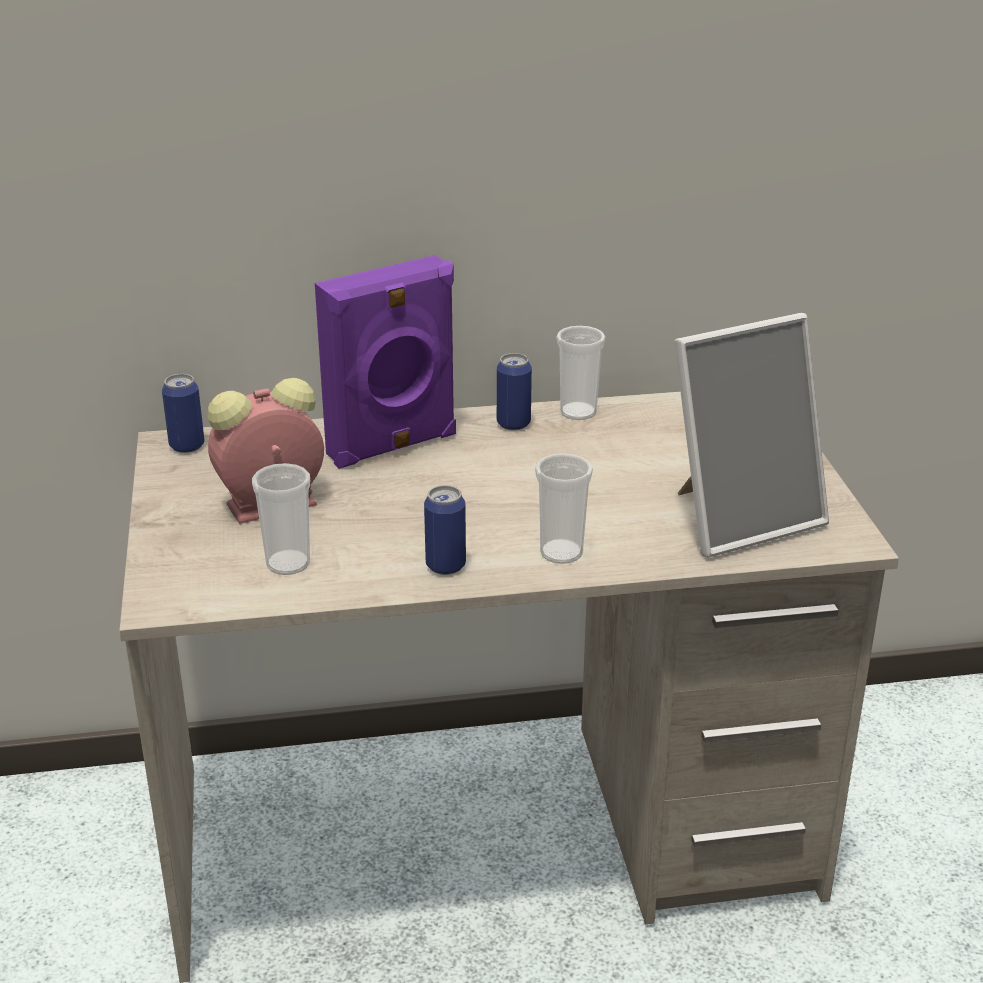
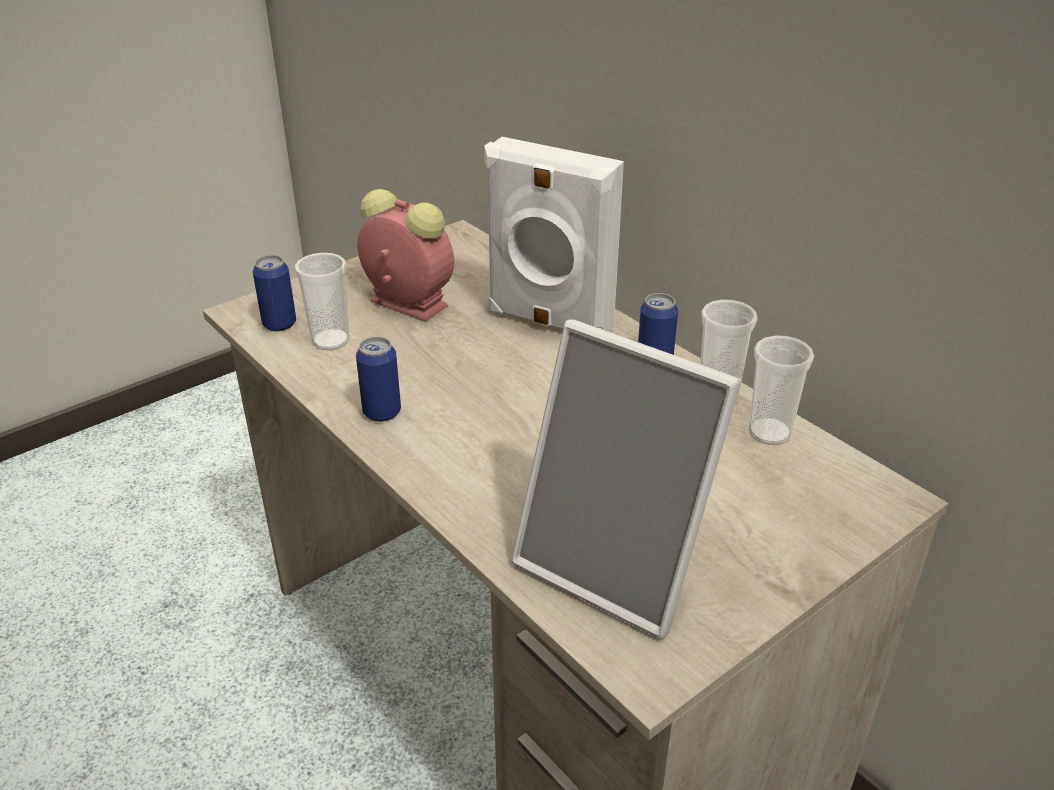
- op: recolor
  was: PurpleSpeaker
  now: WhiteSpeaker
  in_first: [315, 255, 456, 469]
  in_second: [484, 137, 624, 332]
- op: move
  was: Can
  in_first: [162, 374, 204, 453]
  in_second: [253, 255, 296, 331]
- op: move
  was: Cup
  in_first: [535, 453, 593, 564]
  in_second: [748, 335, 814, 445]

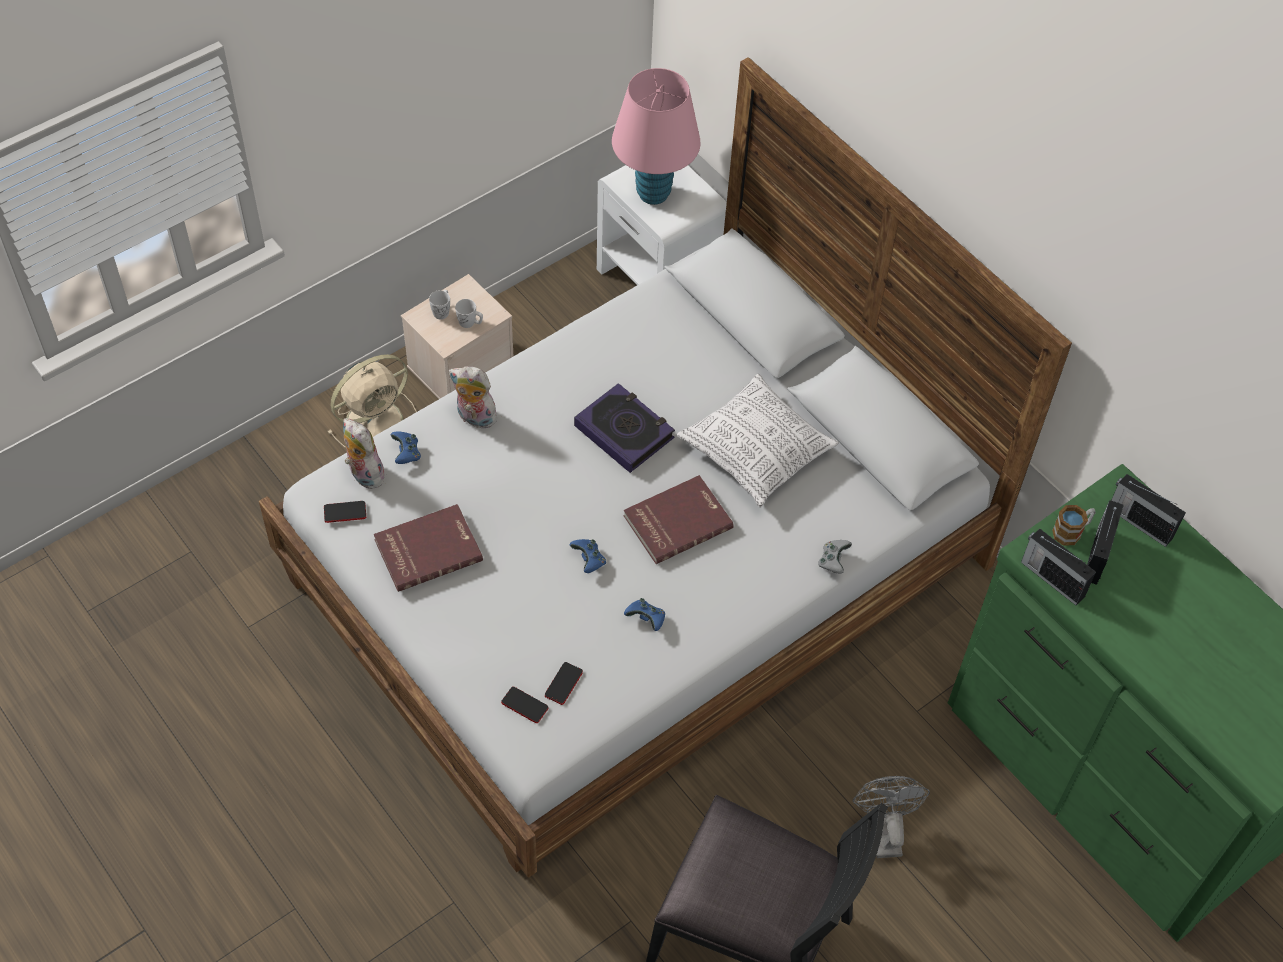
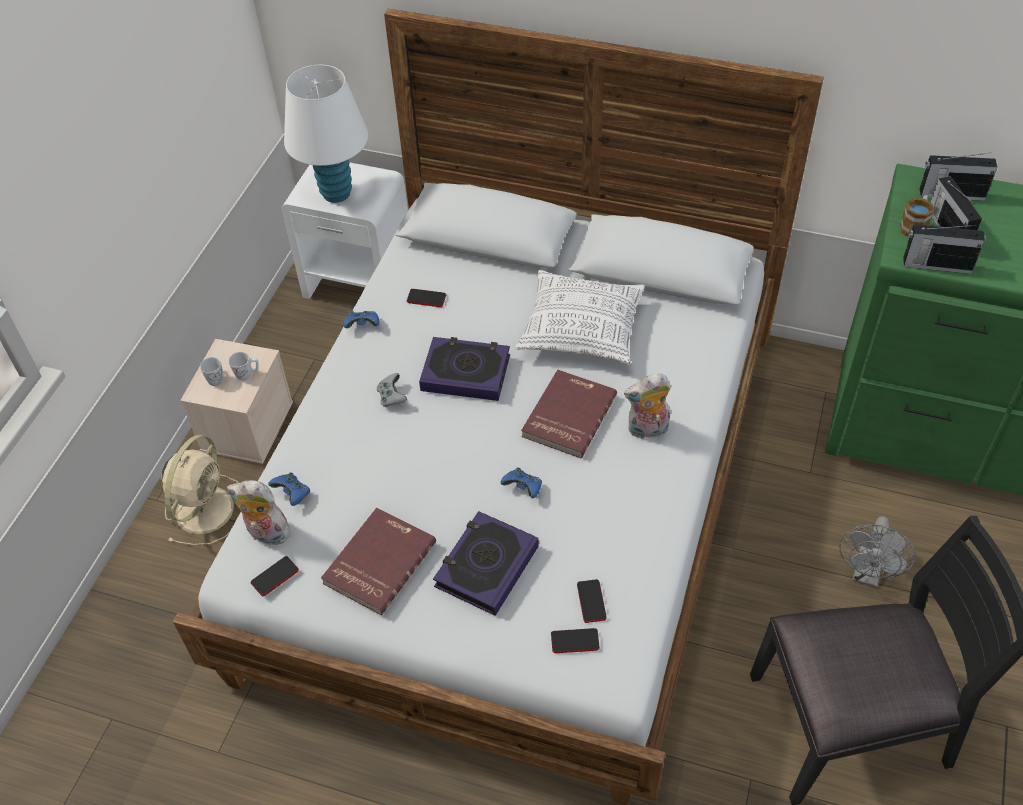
- op: recolor
  was: PinkTableLamp
  now: WhiteTableLamp
  in_first: [612, 68, 700, 205]
  in_second: [284, 65, 368, 203]
- op: move
  was: PlushToy
  in_first: [449, 366, 497, 428]
  in_second: [624, 373, 671, 439]
- op: move
  was: GreyGameController
  in_first: [818, 540, 852, 574]
  in_second: [377, 373, 407, 407]
- op: move
  was: BlueGameController
  in_first: [624, 598, 665, 631]
  in_second: [344, 311, 379, 328]
- op: rotate
  was: GreyFan
  in_first: [853, 776, 930, 858]
  in_second: [839, 516, 916, 588]
  clockwise: -120
- op: insert
  now: Phone
  in_second: [407, 289, 446, 307]
- op: insert
  now: Book
  in_second: [433, 511, 539, 616]

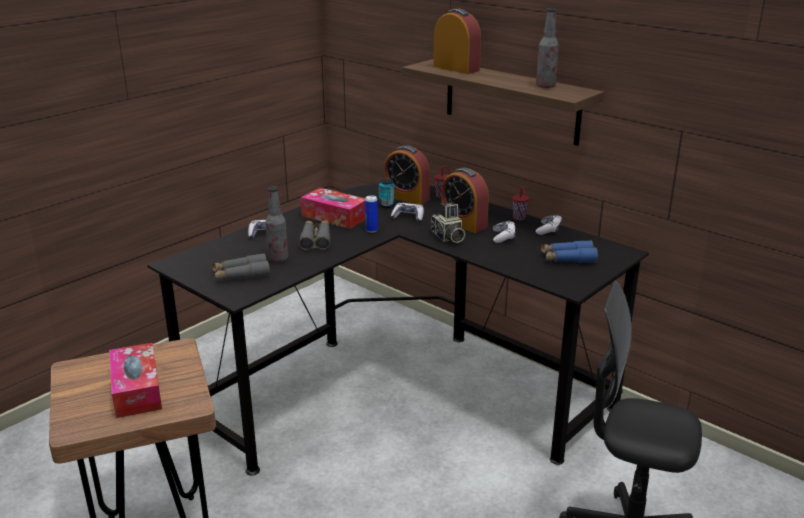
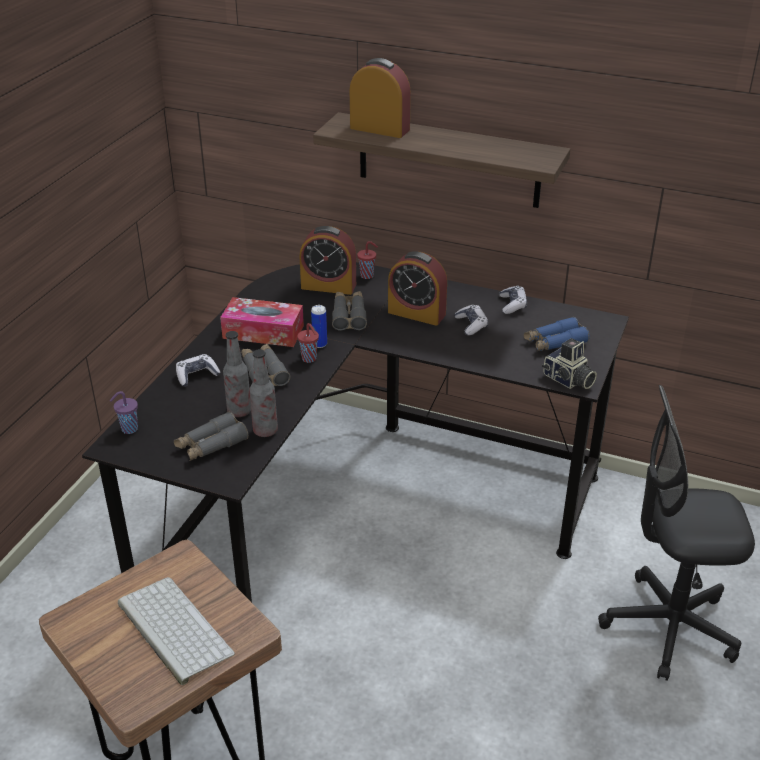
- op: move
  was: Bottle
  in_first: [536, 8, 559, 88]
  in_second: [250, 349, 278, 437]
- op: delete
  was: Can
  in_first: [379, 179, 395, 208]
- op: move
  was: RedCup
  in_first: [512, 187, 529, 220]
  in_second: [297, 323, 319, 363]
- op: move
  was: PhotoCamera
  in_first: [430, 202, 465, 243]
  in_second: [542, 338, 597, 389]
- op: replace
  was: GameController
  now: GreyBinoculars
  in_first: [391, 203, 424, 222]
  in_second: [332, 291, 367, 331]
- op: replace
  was: TissueBox
  now: Keyboard
  in_first: [109, 343, 162, 418]
  in_second: [118, 577, 235, 685]
- op: insert
  now: PurpleCup
  in_second: [110, 391, 138, 434]

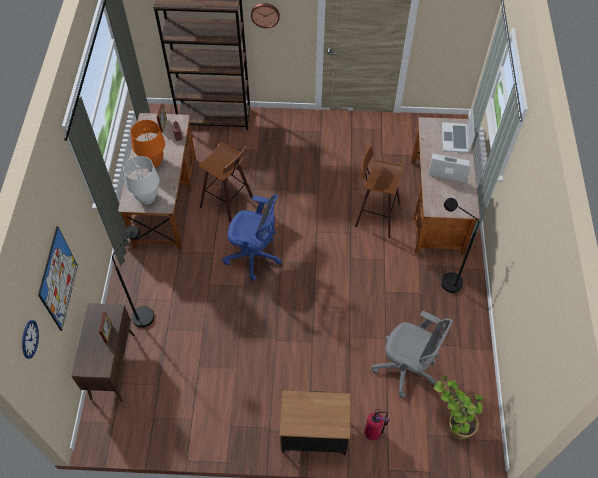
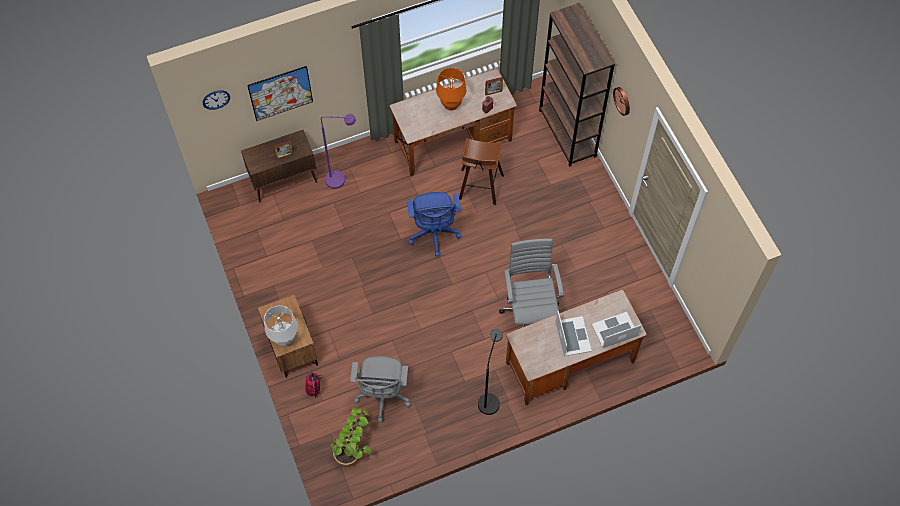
- op: replace
  was: Stool
  now: GreyOfficeChair
  in_first: [355, 146, 403, 238]
  in_second: [499, 239, 564, 328]
- op: move
  was: WhiteTableLamp
  in_first: [123, 156, 159, 205]
  in_second: [264, 305, 298, 346]
- op: recolor
  was: BlackFloorLamp
  now: PurpleFloorLamp
  in_first: [112, 225, 154, 328]
  in_second: [321, 114, 356, 189]

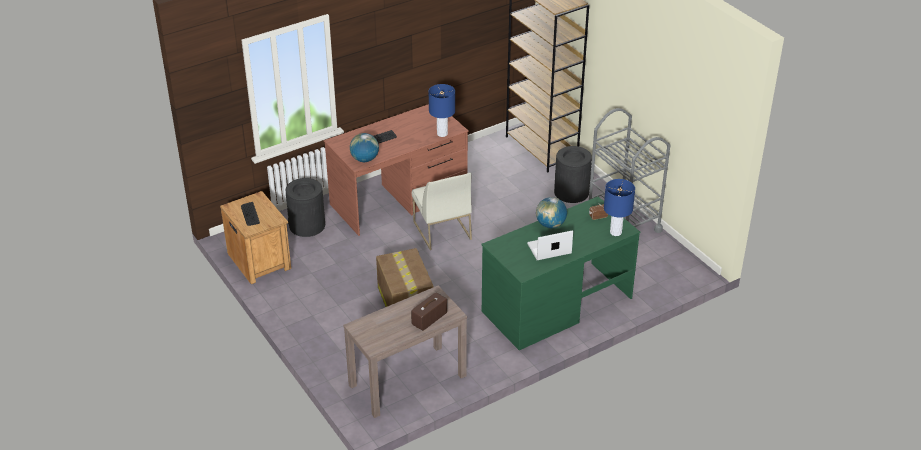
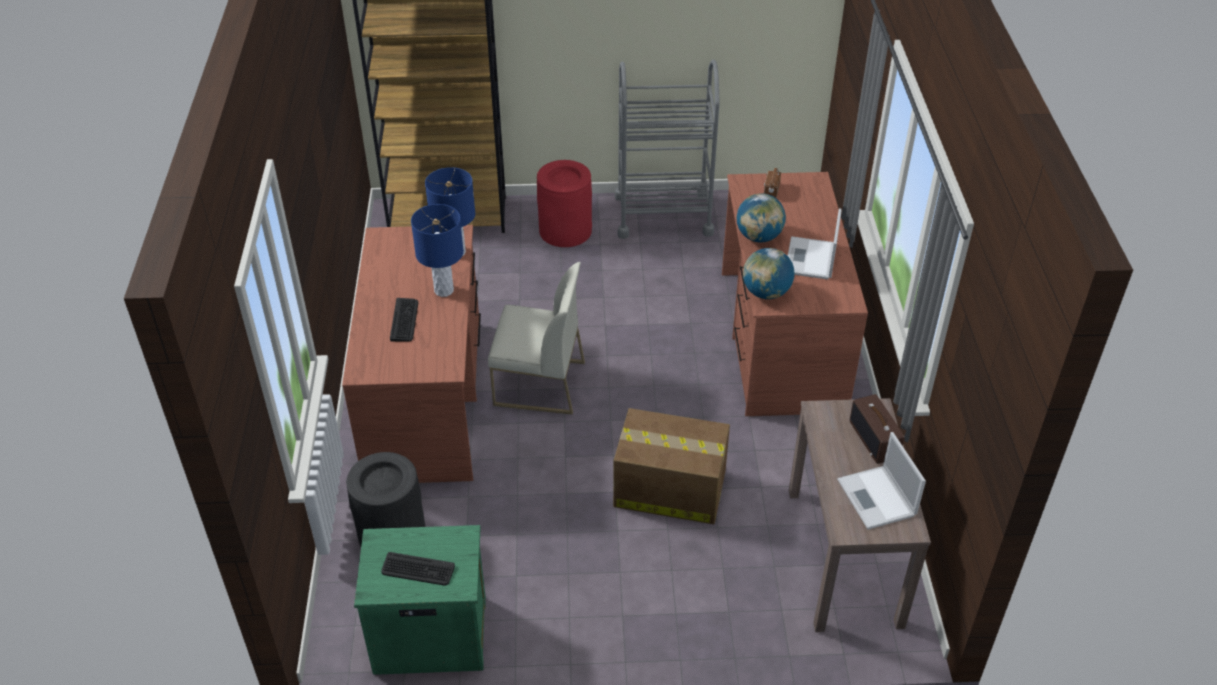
- op: move
  was: Globe
  in_first: [350, 133, 379, 162]
  in_second: [743, 248, 794, 299]
- op: recolor
  was: BlackTrashCan
  now: RedTrashCan
  in_first: [554, 146, 592, 203]
  in_second: [537, 160, 592, 247]
- op: move
  was: BlueTableLamp
  in_first: [604, 179, 635, 236]
  in_second: [411, 204, 464, 297]
- op: recolor
  was: BrownNightstand
  now: GreenNightstand
  in_first: [220, 191, 291, 284]
  in_second: [354, 525, 486, 675]
- op: recolor
  was: GreenDesk
  now: BrownDesk
  in_first: [481, 197, 640, 350]
  in_second: [722, 172, 868, 416]
- op: insert
  now: Laptop
  in_second: [837, 432, 926, 530]

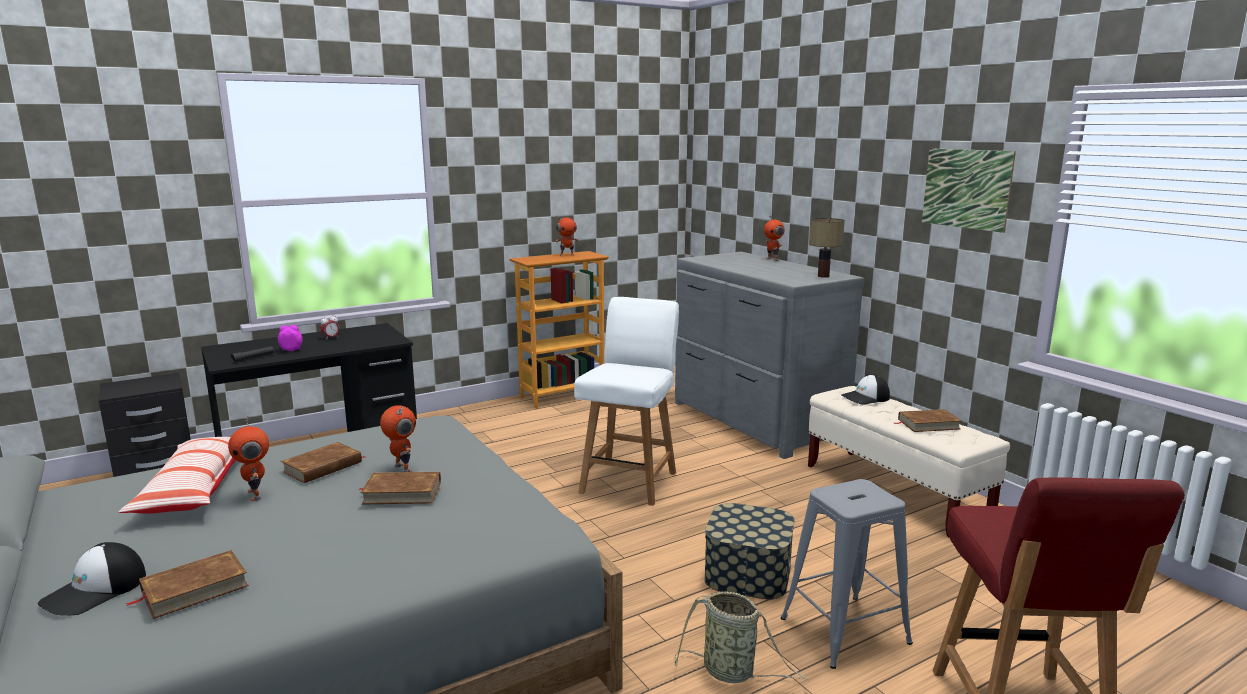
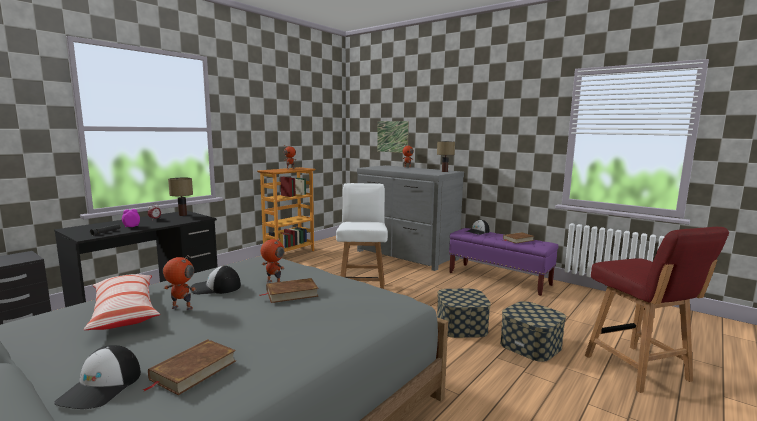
- op: move
  was: Picture
  in_first: [922, 148, 1016, 233]
  in_second: [377, 121, 409, 153]
- op: recolor
  was: BeigeBench
  now: PurpleBench
  in_first: [808, 386, 1010, 538]
  in_second: [449, 228, 558, 296]
- op: rotate
  was: ToyRobot
  in_first: [228, 416, 269, 501]
  in_second: [163, 255, 196, 310]
  clockwise: 150
- op: replace
  was: BrownBook
  now: Cap
  in_first: [281, 442, 365, 483]
  in_second: [190, 266, 241, 294]
- op: replace
  was: GreyStool
  now: StorageBox
  in_first: [781, 479, 913, 669]
  in_second: [500, 301, 566, 362]
- op: delete
  was: Basket
  in_first: [675, 592, 809, 683]
- op: insert
  now: TableLamp
  in_second: [168, 178, 193, 216]

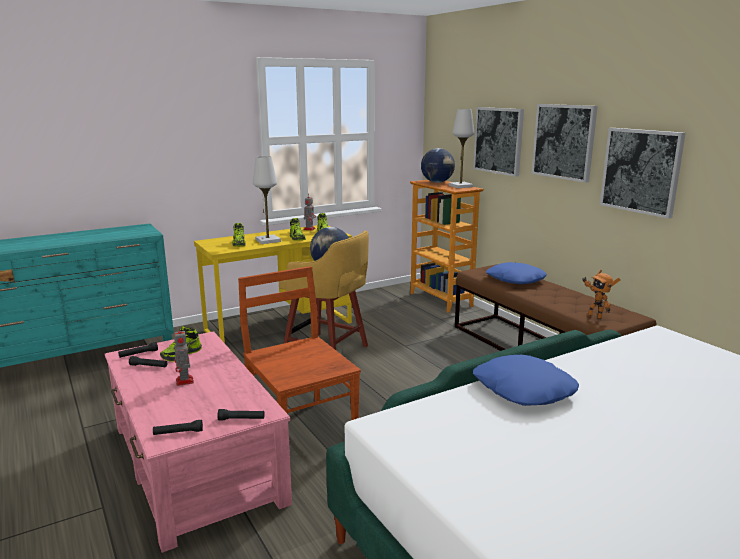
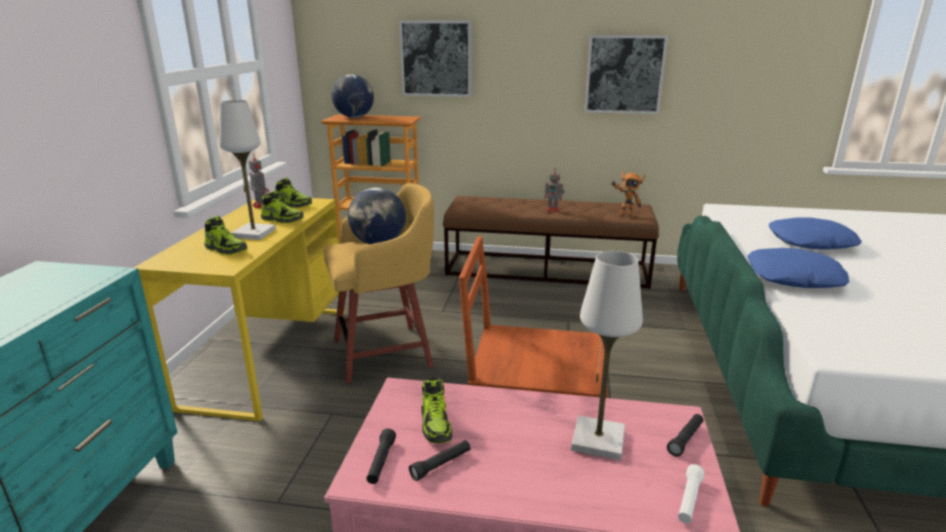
- op: delete
  was: Picture
  in_first: [531, 104, 598, 183]
- op: move
  was: WhiteTableLamp
  in_first: [449, 109, 474, 188]
  in_second: [571, 251, 643, 460]
- op: move
  was: BluePillow
  in_first: [486, 262, 547, 284]
  in_second: [769, 217, 862, 250]
- op: move
  was: ToyRobot
  in_first: [174, 328, 194, 386]
  in_second: [544, 168, 565, 212]
- op: recolor
  was: BlackFlashlight
  now: WhiteFlashlight
  in_first: [153, 420, 203, 435]
  in_second: [678, 464, 705, 524]

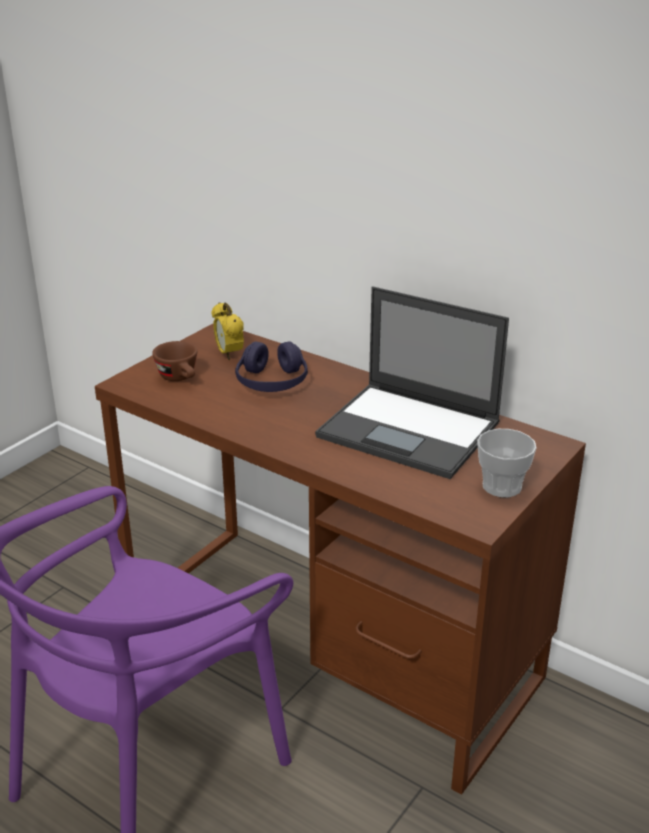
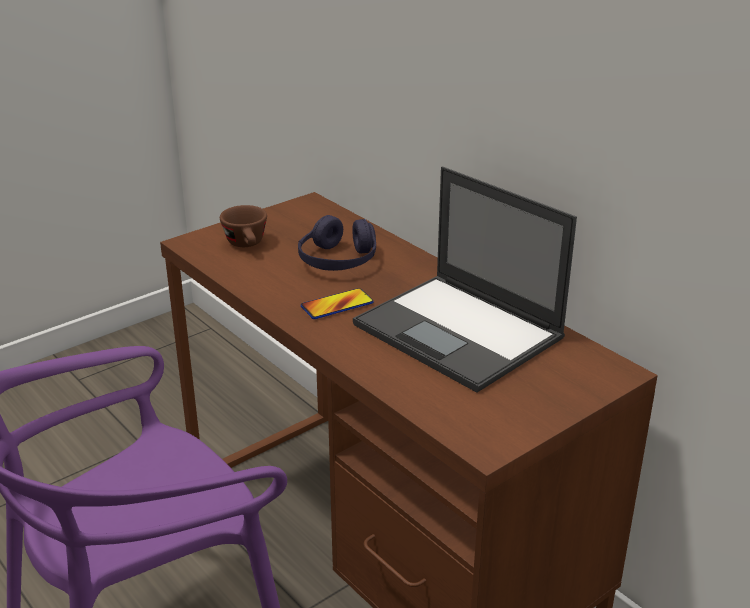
- op: delete
  was: AlarmClock
  in_first: [212, 302, 244, 360]
- op: delete
  was: Cup
  in_first: [477, 429, 537, 497]
- op: insert
  now: Phone
  in_second: [301, 288, 374, 319]

